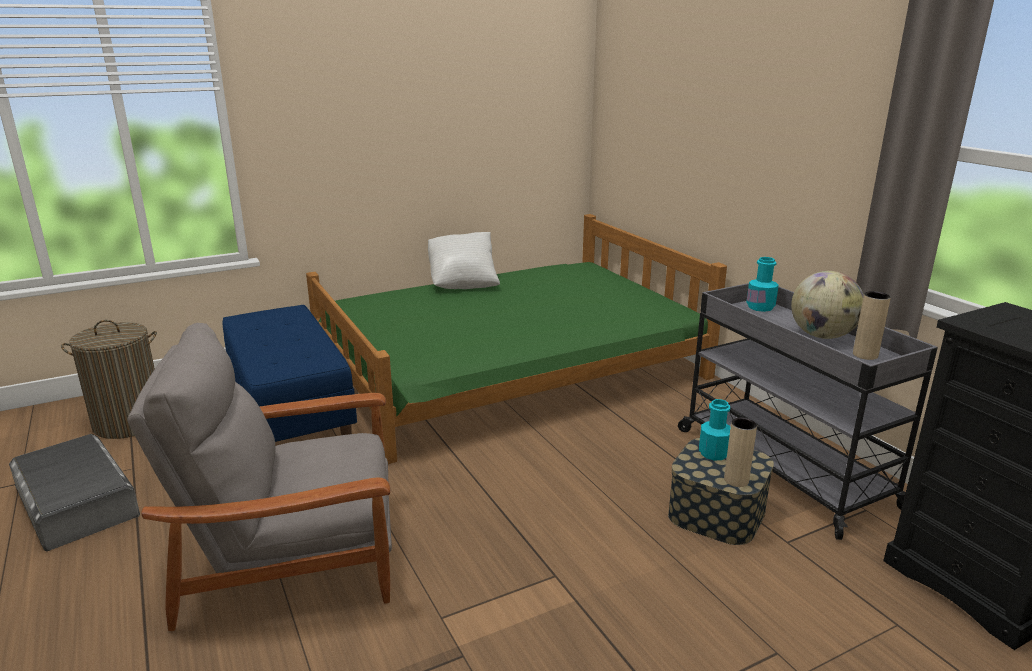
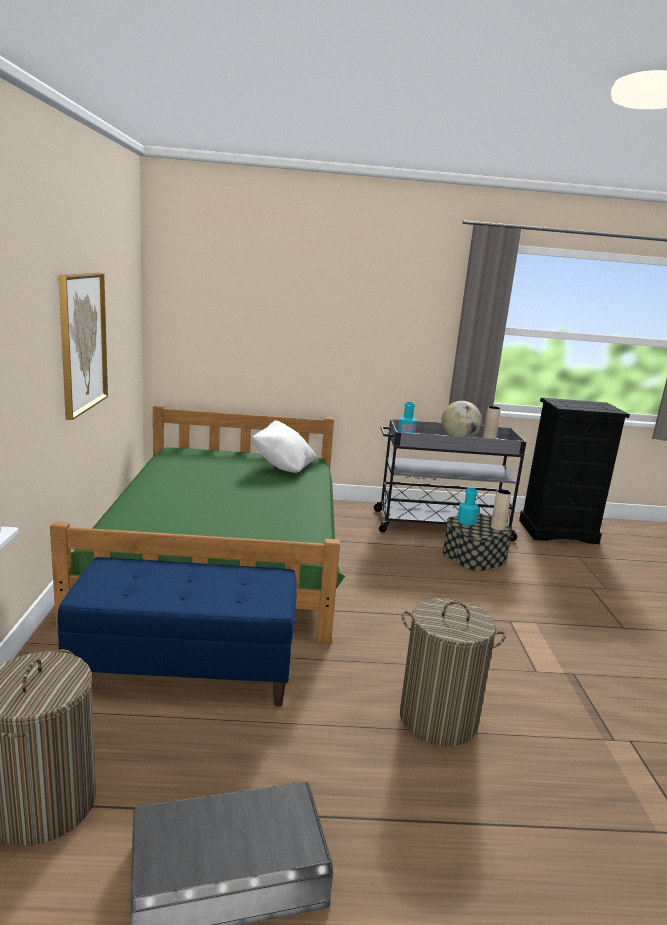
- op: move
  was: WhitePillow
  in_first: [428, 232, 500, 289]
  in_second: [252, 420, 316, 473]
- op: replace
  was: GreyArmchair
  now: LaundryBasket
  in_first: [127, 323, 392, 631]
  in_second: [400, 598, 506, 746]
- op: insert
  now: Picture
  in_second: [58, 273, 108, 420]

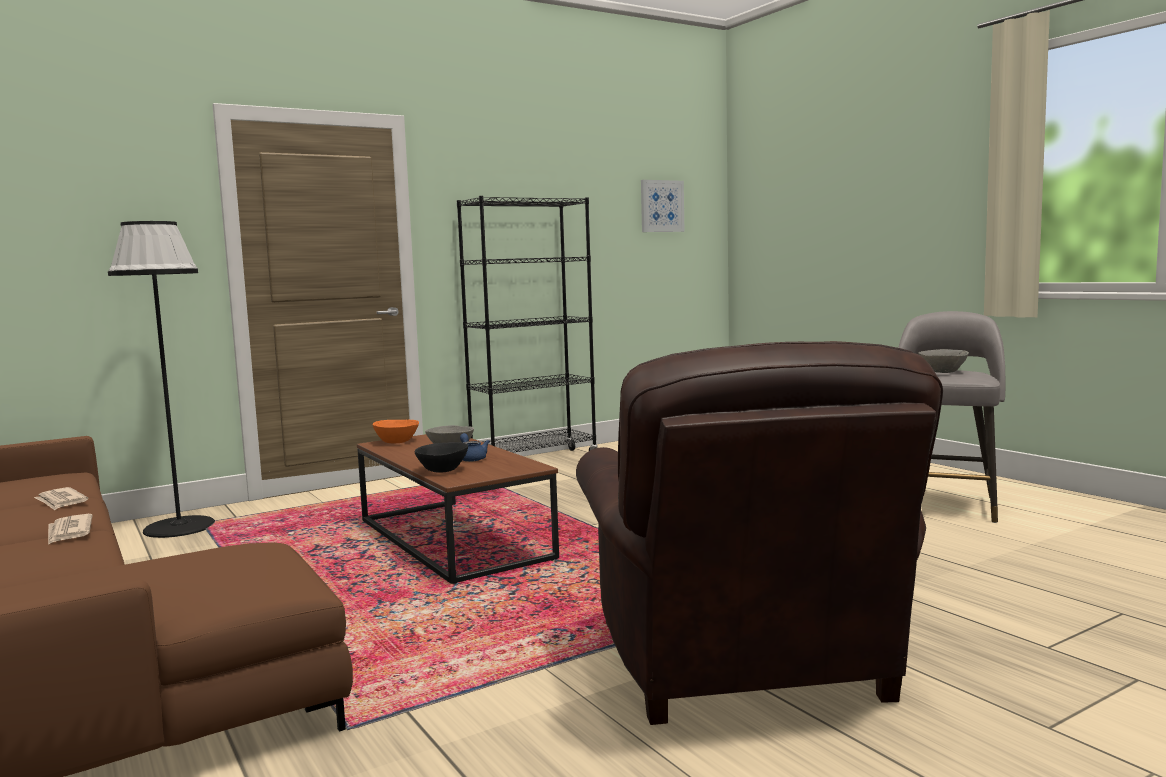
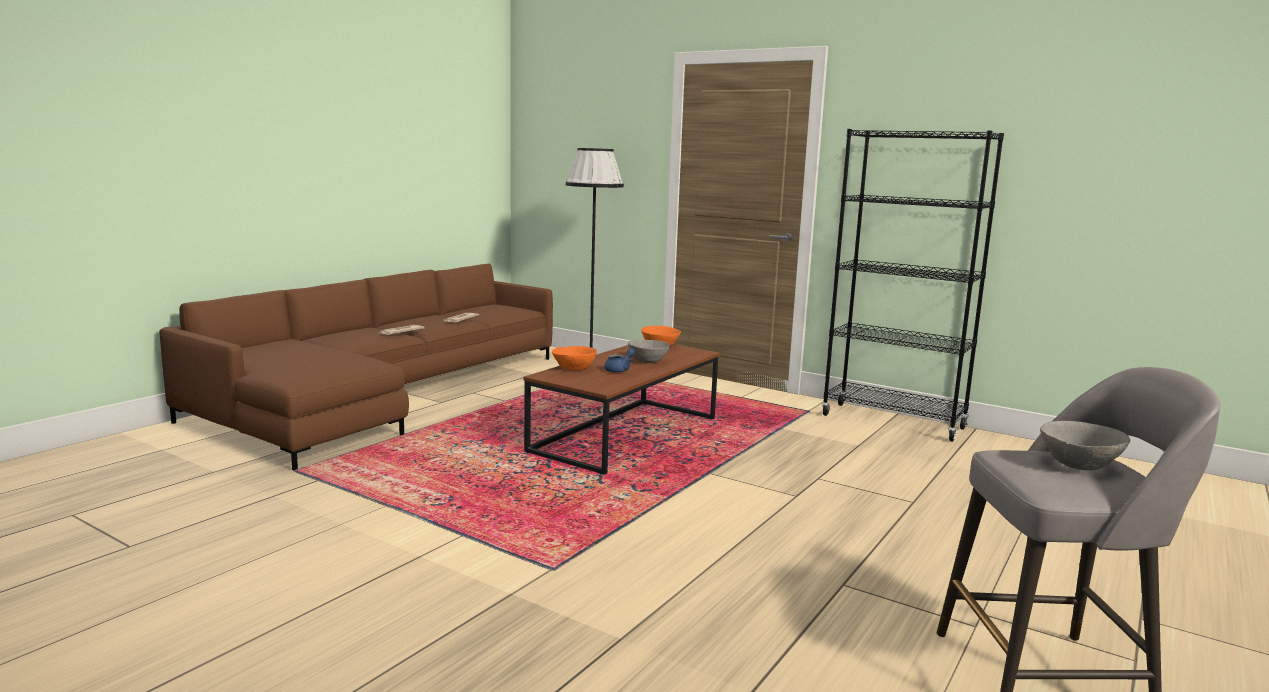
- op: delete
  was: Picture
  in_first: [641, 180, 684, 232]
- op: delete
  was: BrownArmchair
  in_first: [576, 341, 943, 725]
- op: recolor
  was: BlackBowl
  now: OrangeBowl
  in_first: [414, 442, 468, 473]
  in_second: [552, 346, 597, 371]

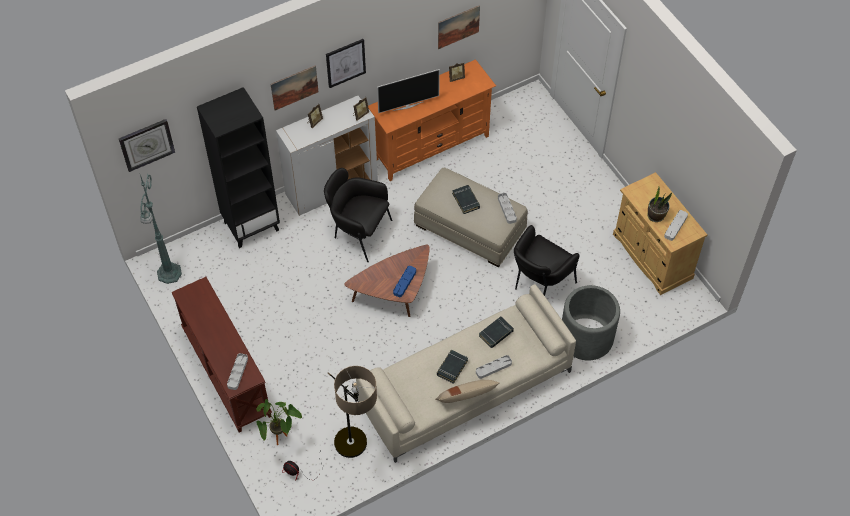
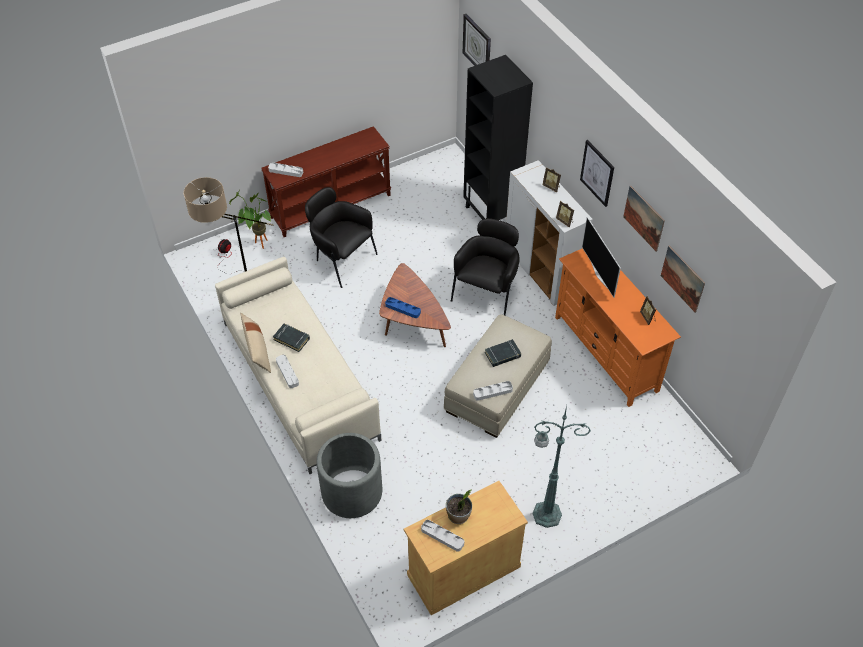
- op: move
  was: Picture
  in_first: [271, 66, 319, 111]
  in_second: [623, 185, 665, 252]
- op: move
  was: GreenFloorLamp
  in_first: [140, 174, 182, 284]
  in_second: [533, 406, 591, 528]
- op: move
  was: BlackArmchair
  in_first: [514, 225, 579, 296]
  in_second: [305, 187, 378, 288]
- op: delete
  was: BlackBook
  in_first: [479, 316, 514, 348]

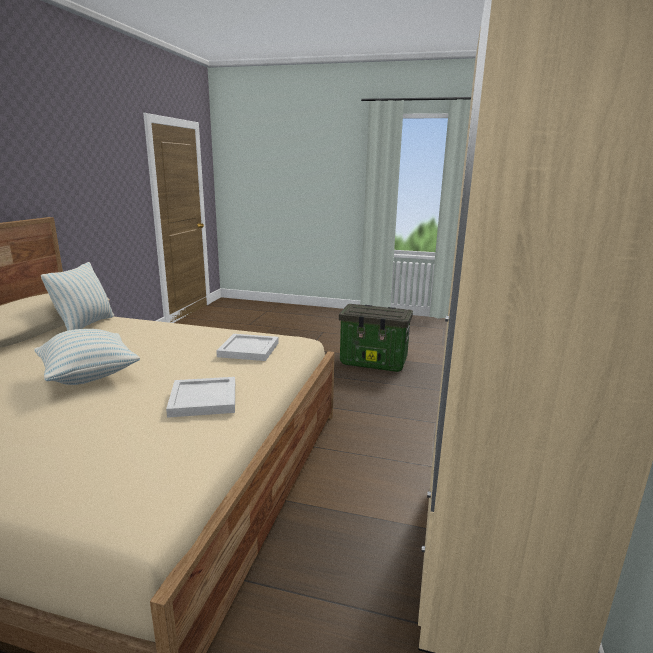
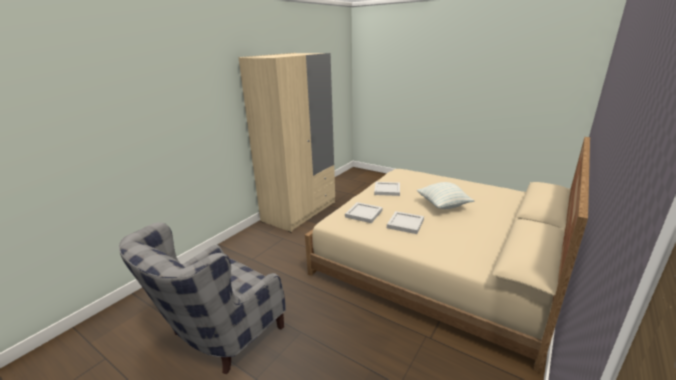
- op: delete
  was: Pillow
  in_first: [41, 262, 114, 331]
- op: replace
  was: StorageBox
  now: GreyArmchair
  in_first: [339, 304, 413, 372]
  in_second: [119, 223, 286, 374]
- op: insert
  now: WhiteTray
  in_second: [387, 211, 424, 234]

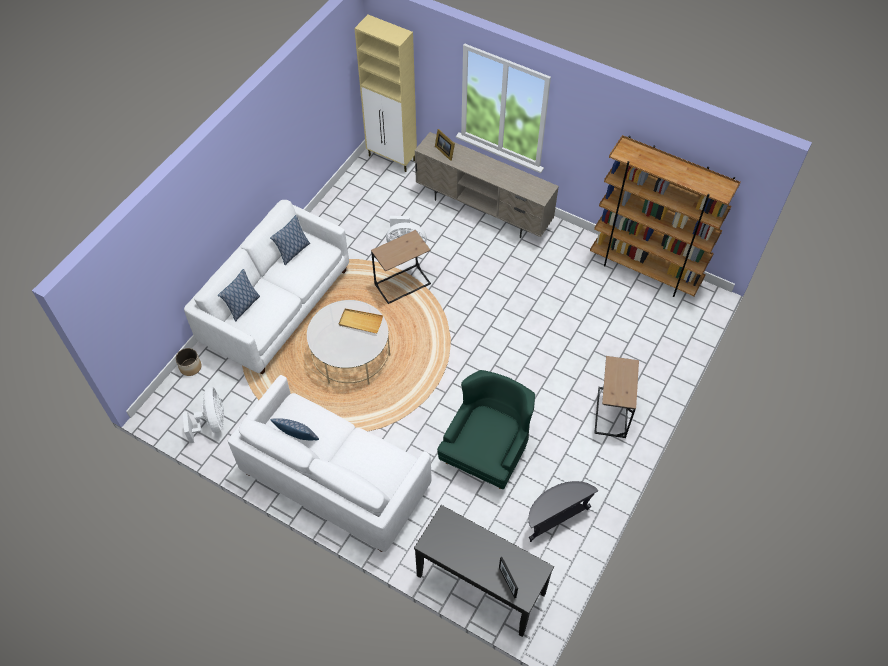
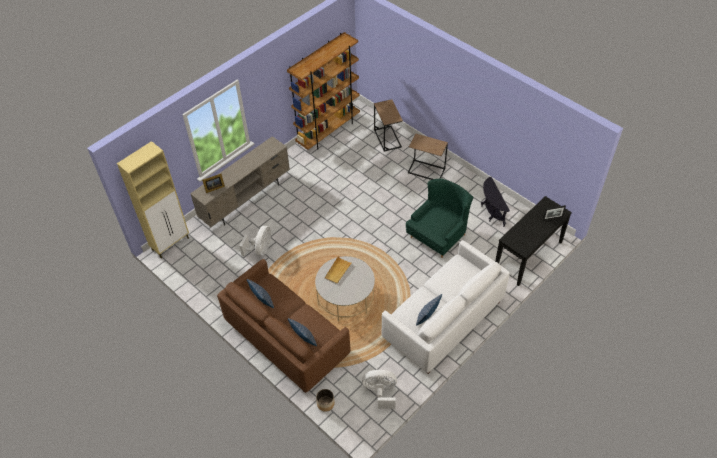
- op: recolor
  was: WhiteSofa
  now: BrownSofa
  in_first: [184, 200, 349, 374]
  in_second: [217, 259, 351, 393]
- op: move
  was: BrownSideTable
  in_first: [371, 230, 431, 304]
  in_second: [374, 99, 403, 151]
- op: rotate
  was: GreenArmchair
  in_first: [437, 370, 535, 489]
  in_second: [406, 178, 473, 258]
  clockwise: 90

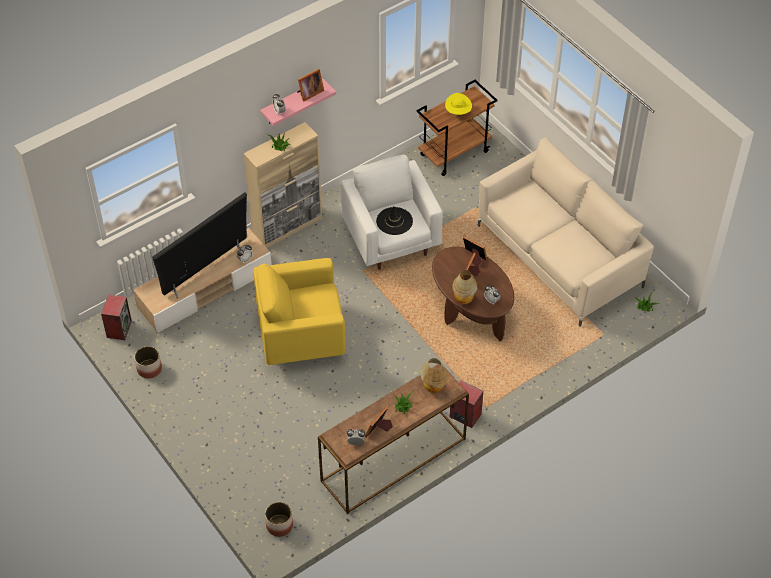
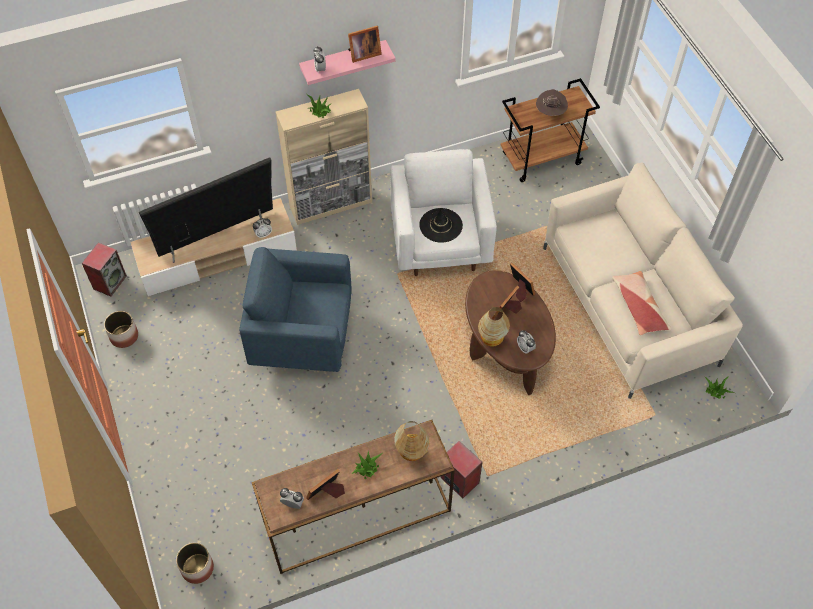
- op: recolor
  was: YellowHat
  now: BrownHat
  in_first: [445, 93, 472, 115]
  in_second: [536, 89, 568, 116]
- op: recolor
  was: YellowArmchair
  now: BlueArmchair
  in_first: [253, 258, 345, 365]
  in_second: [239, 247, 352, 372]
- op: insert
  now: Pillow
  in_second: [612, 271, 672, 335]

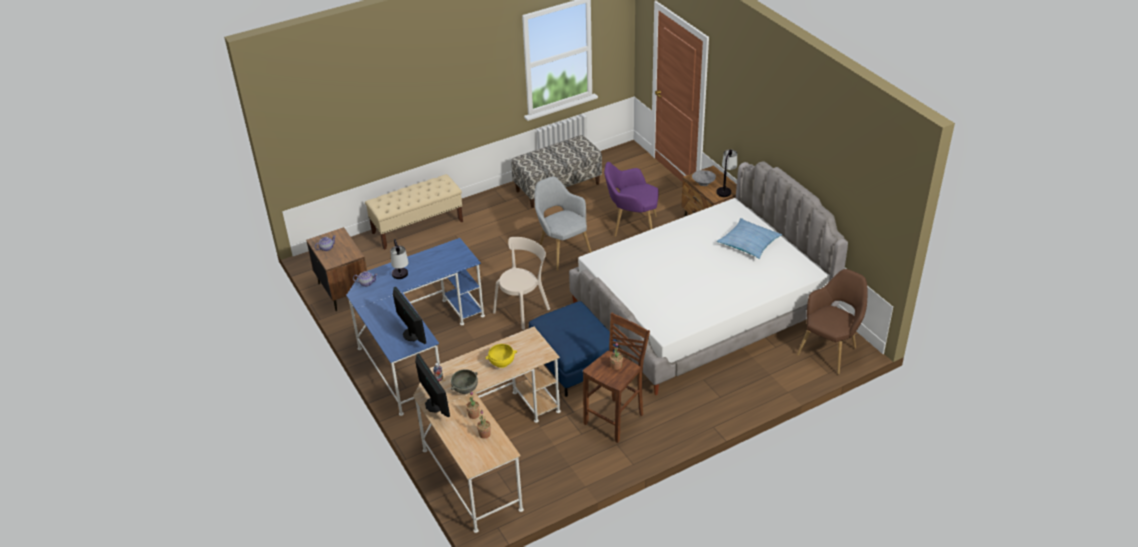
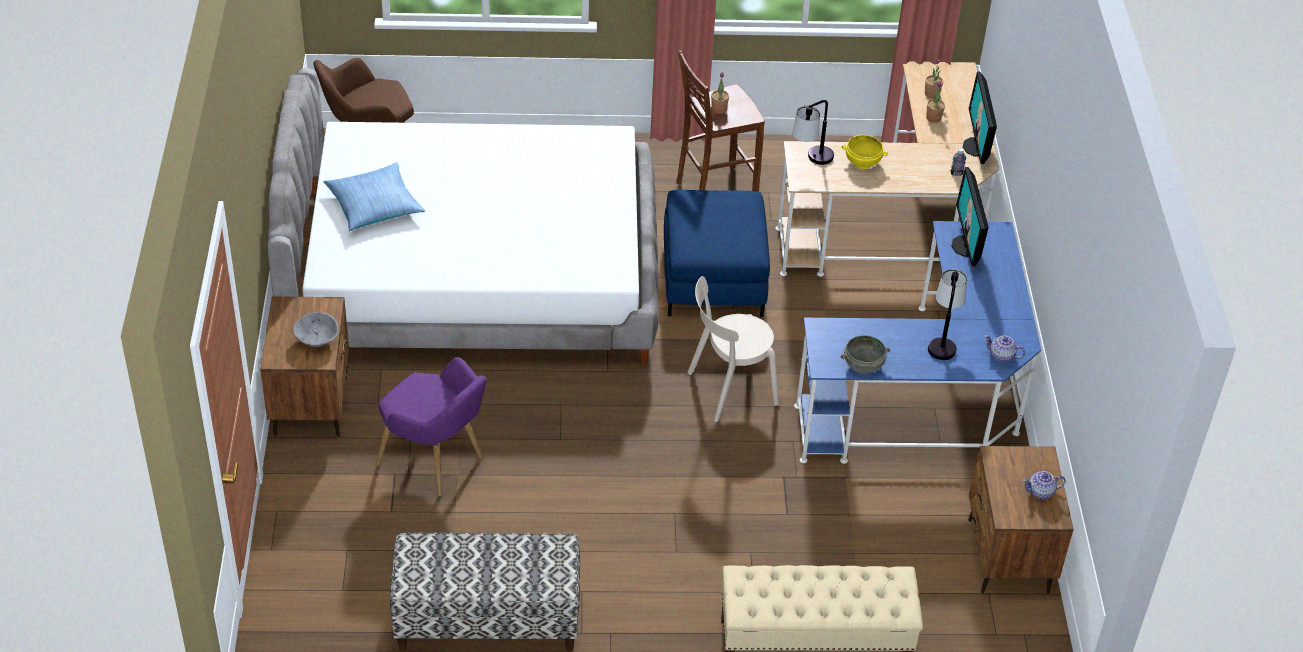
- op: move
  was: TableLamp
  in_first: [716, 149, 737, 197]
  in_second: [792, 100, 834, 165]
- op: delete
  was: GreyArmchair
  in_first: [534, 176, 592, 271]
- op: move
  was: GreyBowl
  in_first: [451, 369, 478, 394]
  in_second: [841, 335, 890, 374]

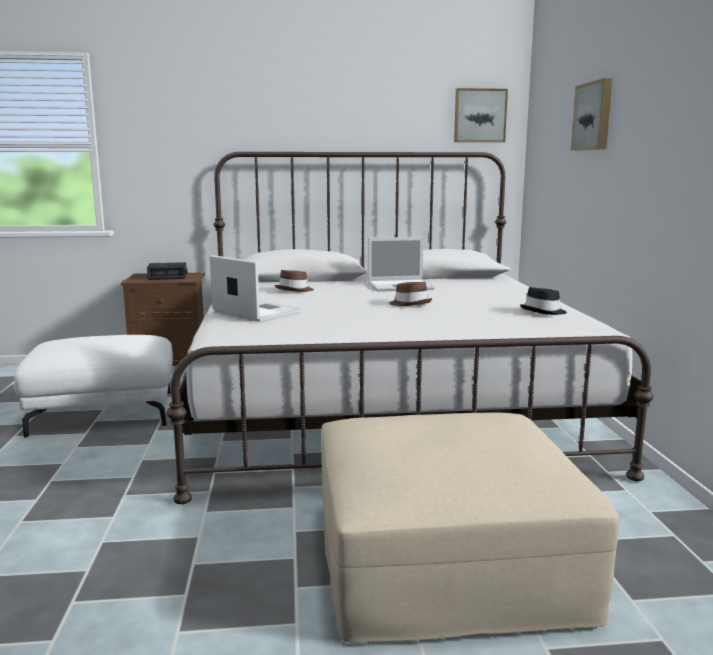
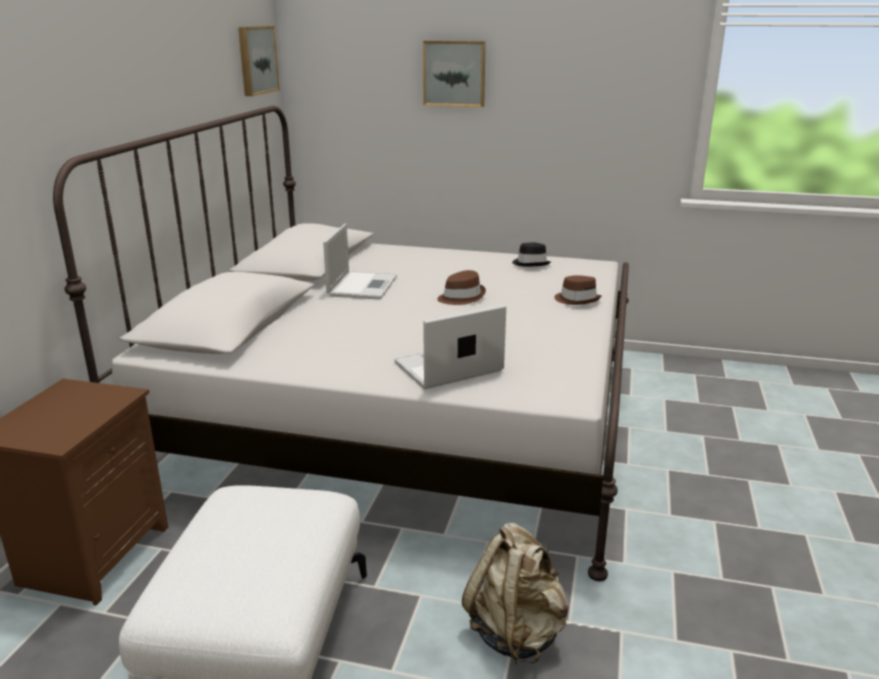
- op: delete
  was: AlarmClock
  in_first: [147, 262, 187, 280]
- op: move
  was: BrownHat
  in_first: [275, 270, 314, 292]
  in_second: [554, 275, 602, 305]
- op: delete
  was: BeigeOttoman
  in_first: [321, 413, 619, 643]
- op: insert
  now: BeigeBackpack
  in_second: [462, 523, 569, 664]

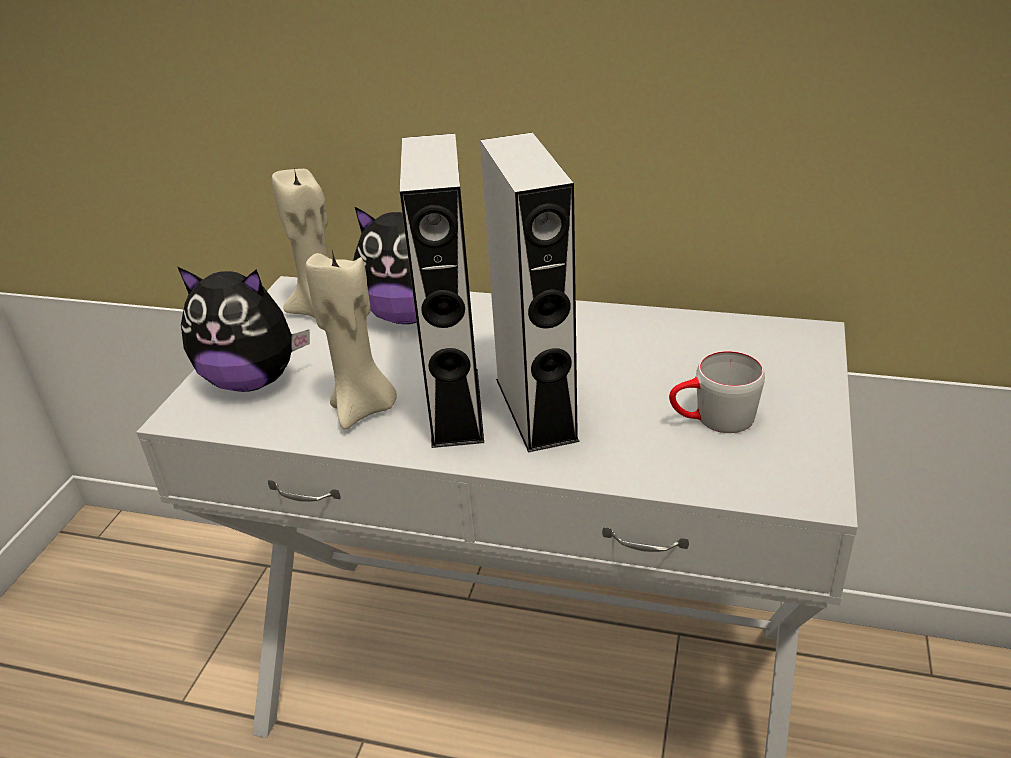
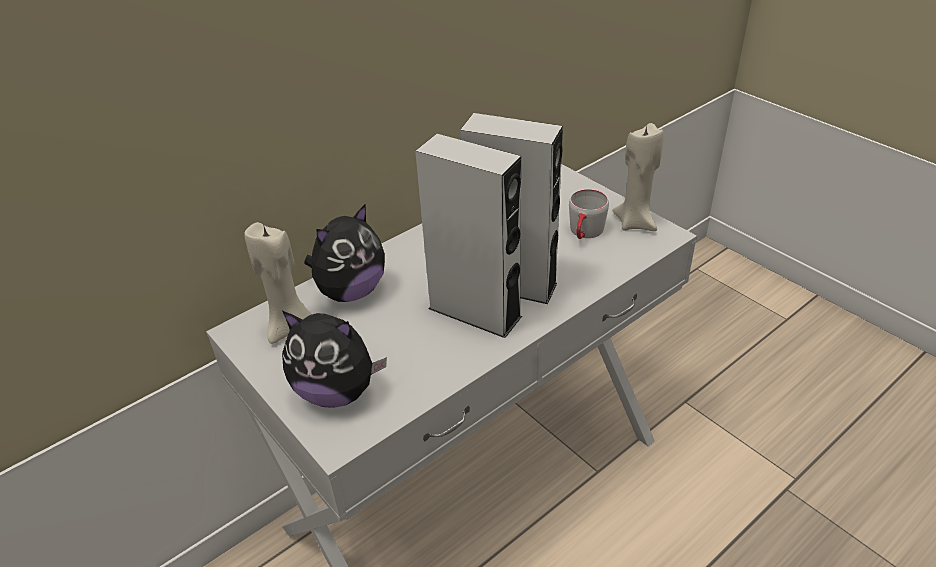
- op: move
  was: BeigeCandle
  in_first: [305, 250, 397, 429]
  in_second: [612, 123, 664, 231]
- op: rotate
  was: PlushToy
  in_first: [178, 267, 310, 392]
  in_second: [282, 311, 387, 408]
  clockwise: 60

